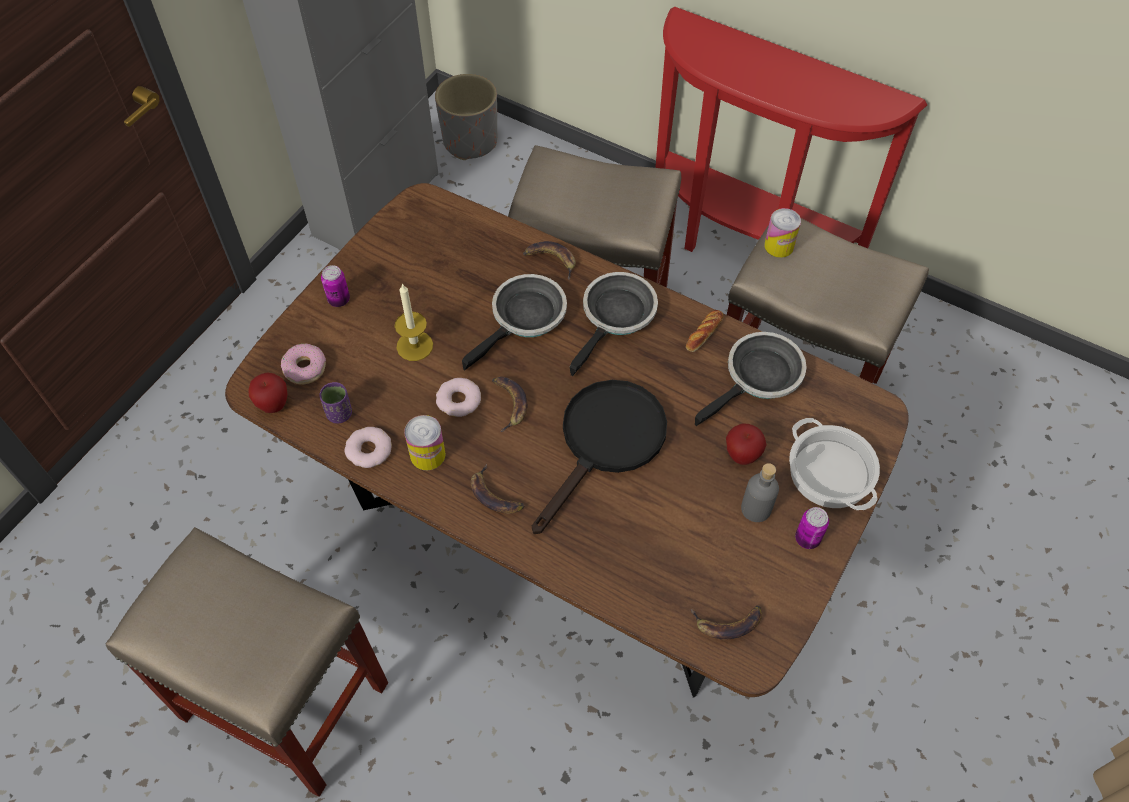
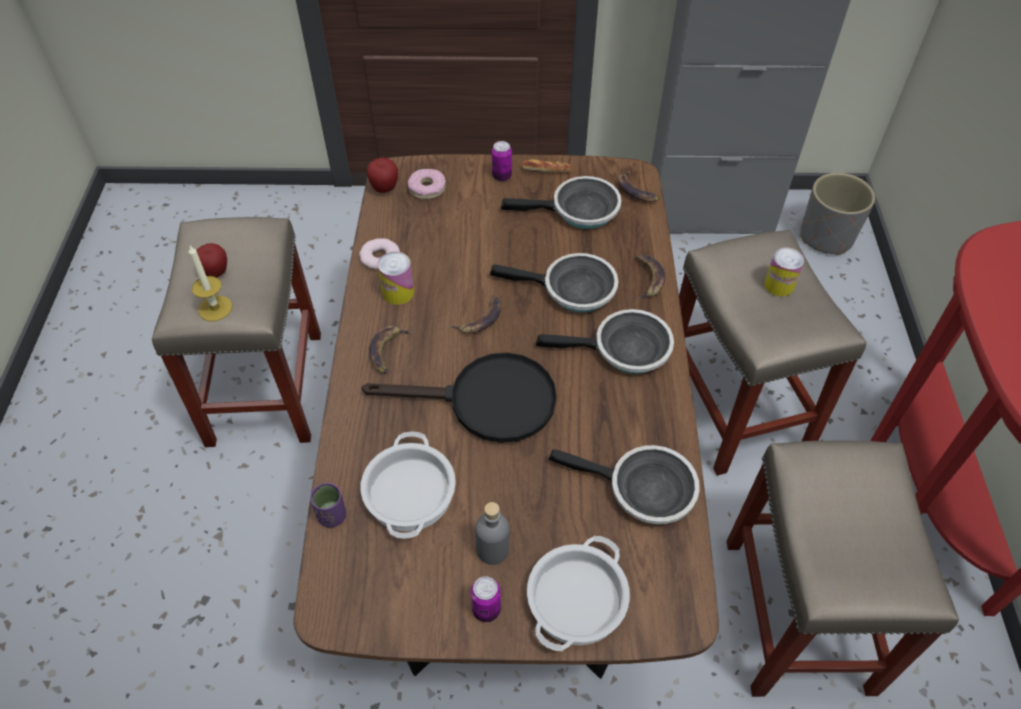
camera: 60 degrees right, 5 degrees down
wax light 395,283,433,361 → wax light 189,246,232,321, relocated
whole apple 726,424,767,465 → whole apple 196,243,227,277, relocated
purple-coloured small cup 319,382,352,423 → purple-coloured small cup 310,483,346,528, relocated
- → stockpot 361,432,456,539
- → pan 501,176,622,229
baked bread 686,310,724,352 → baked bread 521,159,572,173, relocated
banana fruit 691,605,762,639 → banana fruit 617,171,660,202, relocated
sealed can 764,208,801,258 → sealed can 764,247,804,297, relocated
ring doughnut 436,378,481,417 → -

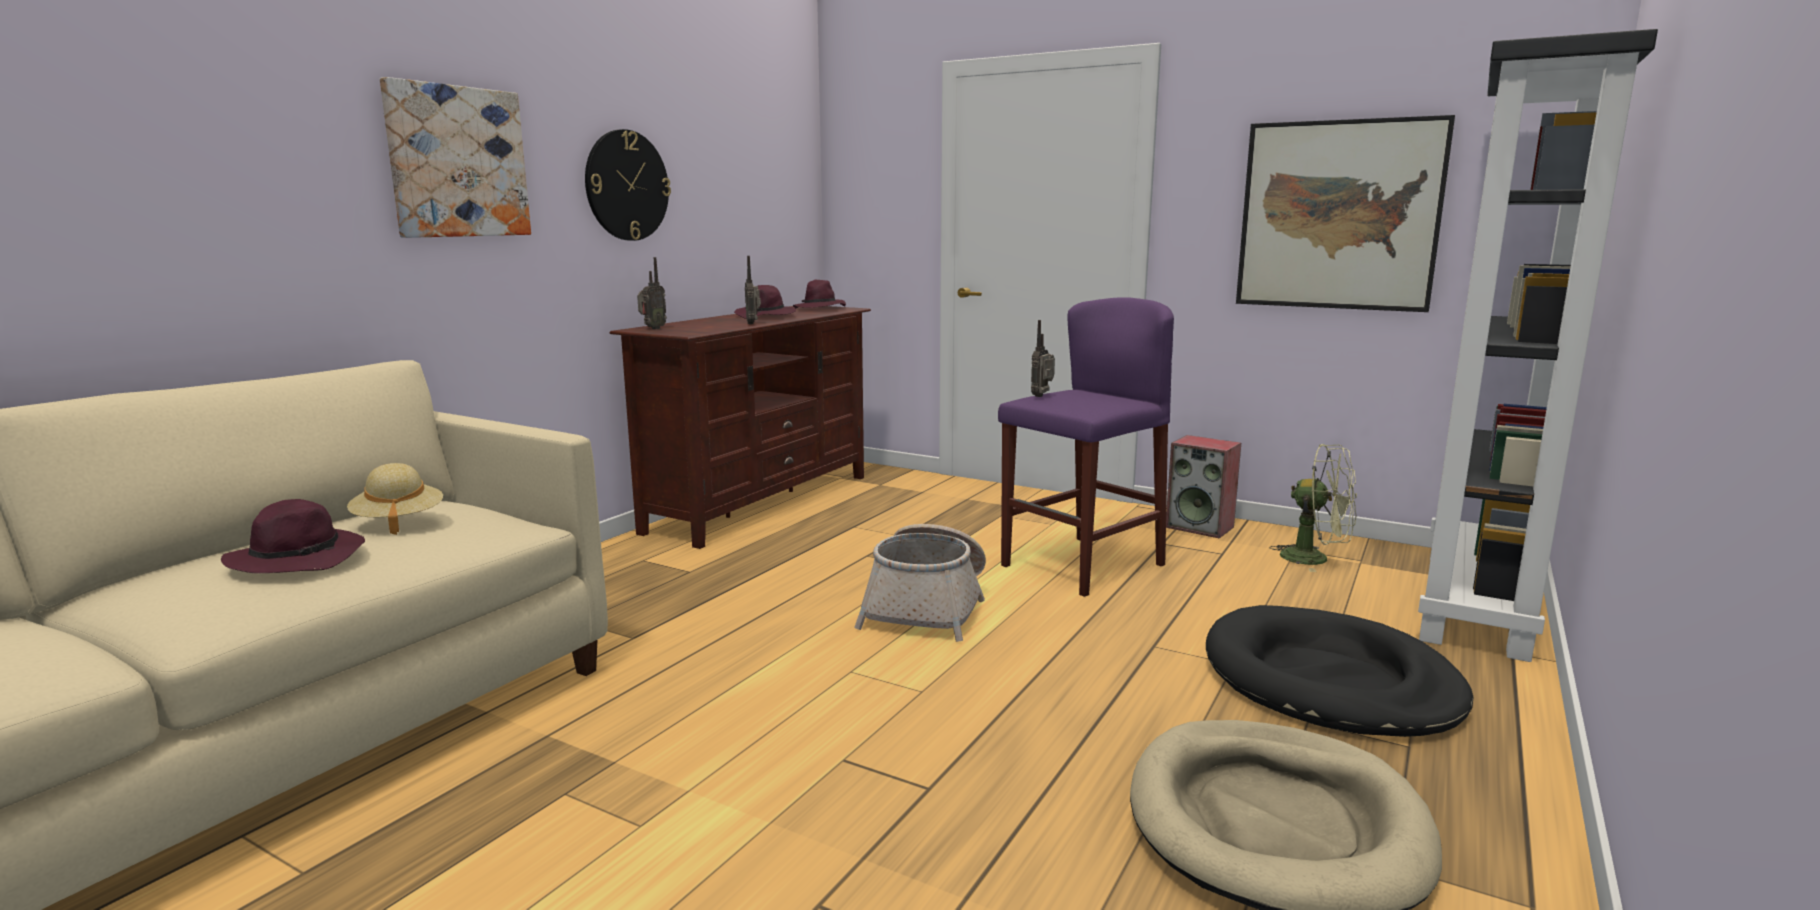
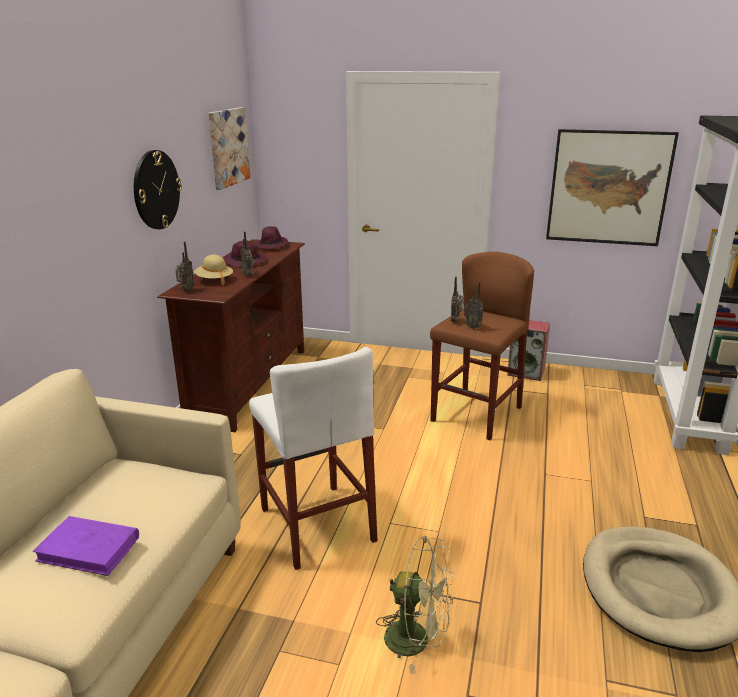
camera: 15 degrees left, 10 degrees up
purple-coloured wearable hat 221,499,365,573 → purple-coloured book 33,516,139,576
sand-coloured wearable hat 347,463,443,535 → sand-coloured wearable hat 194,255,233,285, relocated
picture 380,77,531,238 → picture 208,107,251,190, relocated
- → white-coloured stool 249,347,377,570
green fan 1270,444,1357,572 → green fan 376,536,453,674, relocated
purple-coloured stool 998,297,1174,597 → brown stool 430,252,534,440
- → radio receiver 464,282,483,329
storage basket 855,524,986,642 → -
black pet bed 1206,605,1473,737 → -

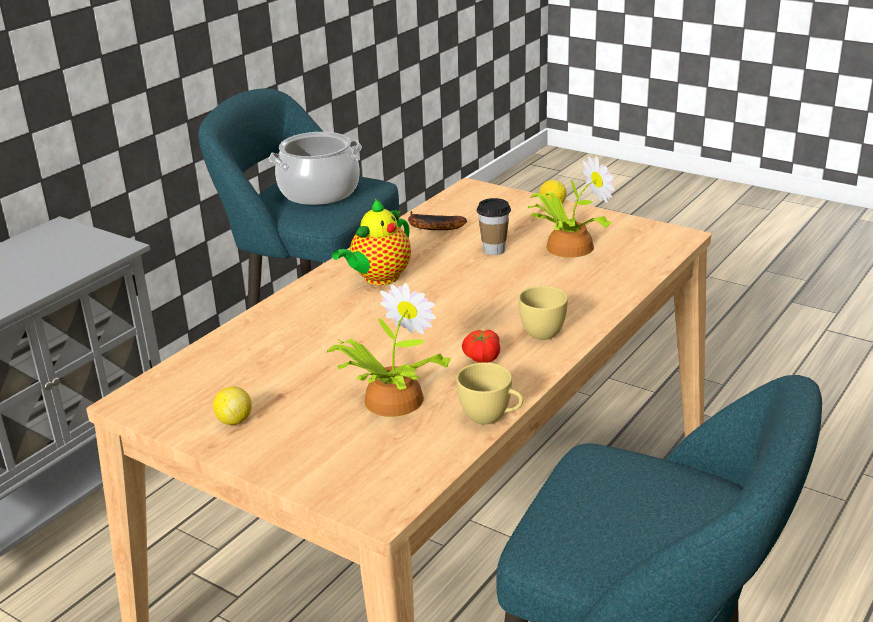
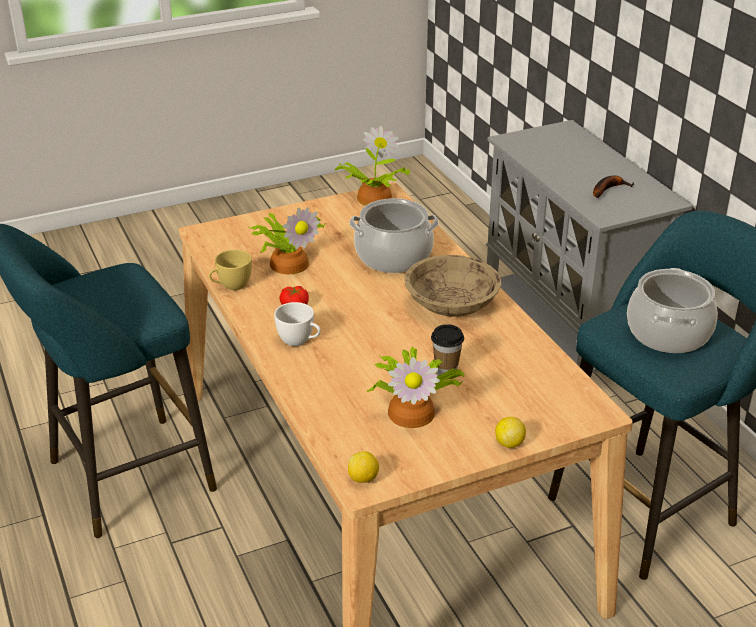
camera: 120 degrees right, 5 degrees up
yellow-coloured small cup 518,286,568,340 → white-coloured small cup 274,302,321,346
- → potted plant 334,126,410,206
whole lemon 213,386,252,425 → whole lemon 348,451,379,483, relocated
- → stockpot 349,198,439,273
pot for tea 332,199,411,285 → sand-coloured bowl 405,255,501,317
banana fruit 408,211,467,230 → banana fruit 593,176,634,198, relocated

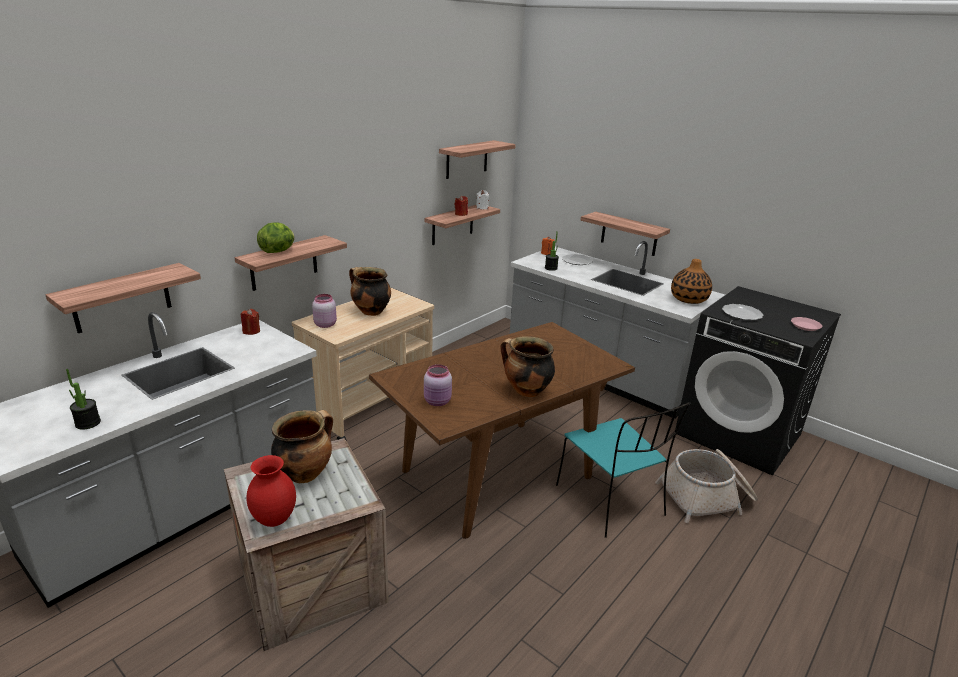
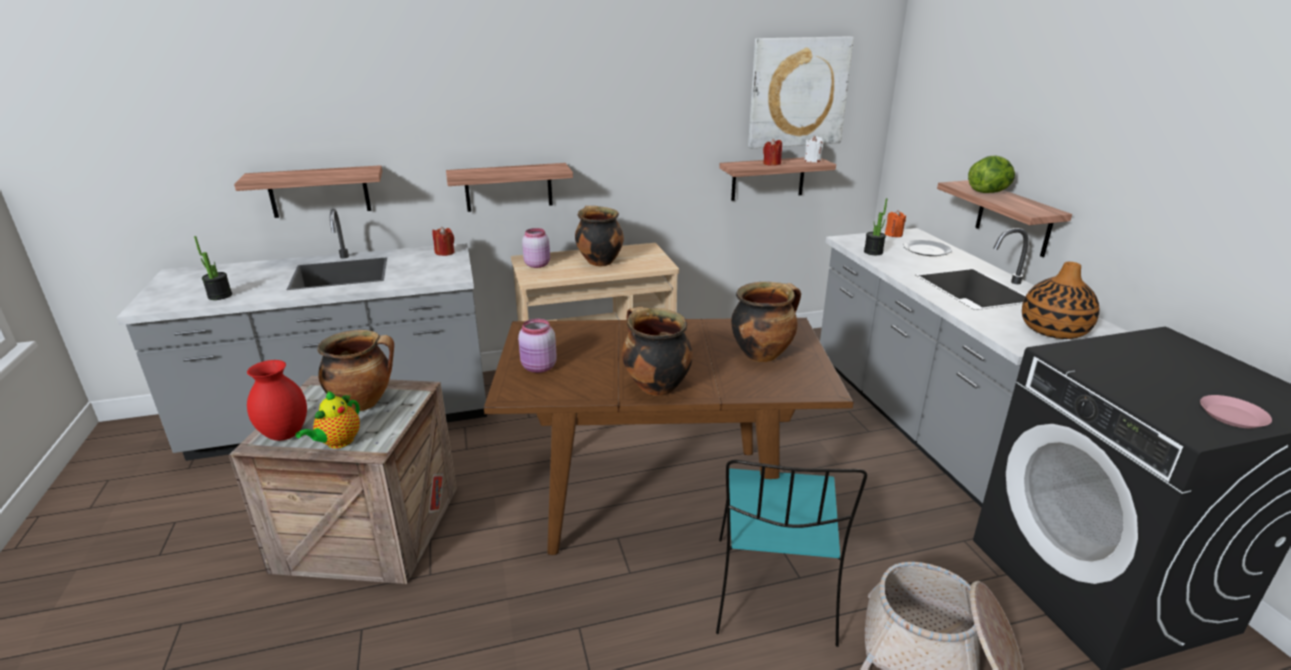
camera: 35 degrees right, 0 degrees up
- → pot for tea 295,391,360,449
- → stockpot 731,282,801,362
shelf 439,140,516,179 → picture 748,36,854,149
lettuce head 257,223,295,253 → lettuce head 968,155,1015,193, relocated
dinner plate 722,304,764,320 → -

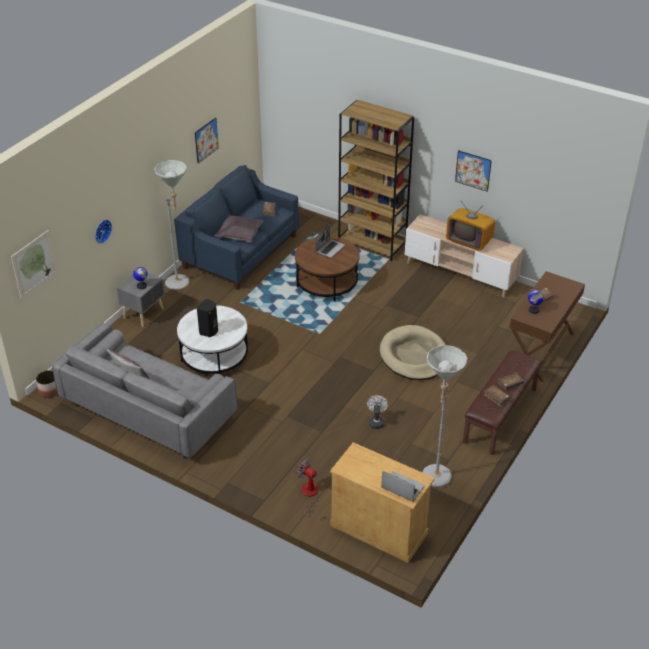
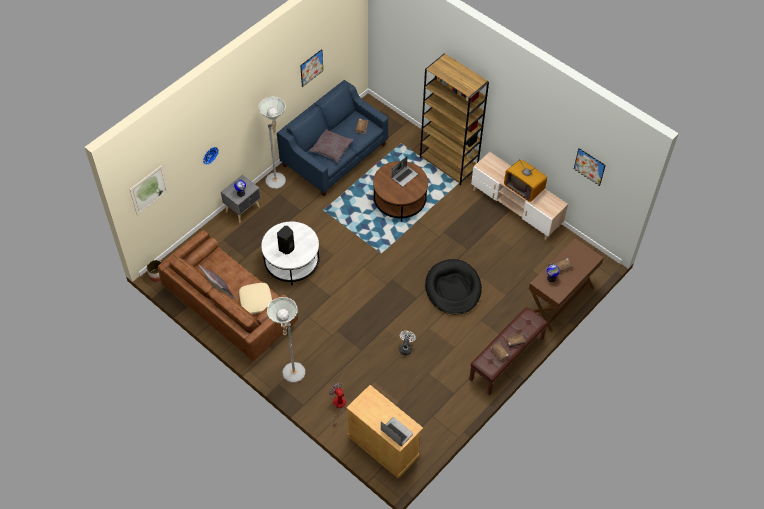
camera: 10 degrees right, 15 degrees up
greyish couch 52,323,237,459 → brown couch 158,230,298,361
- → sand-coloured pillow 239,283,272,314
greyish floor lamp 422,345,467,487 → greyish floor lamp 267,297,305,383, relocated
sand-coloured pet bed 380,325,446,380 → black pet bed 425,259,482,315
picture 455,150,492,192 → picture 574,148,606,186, relocated

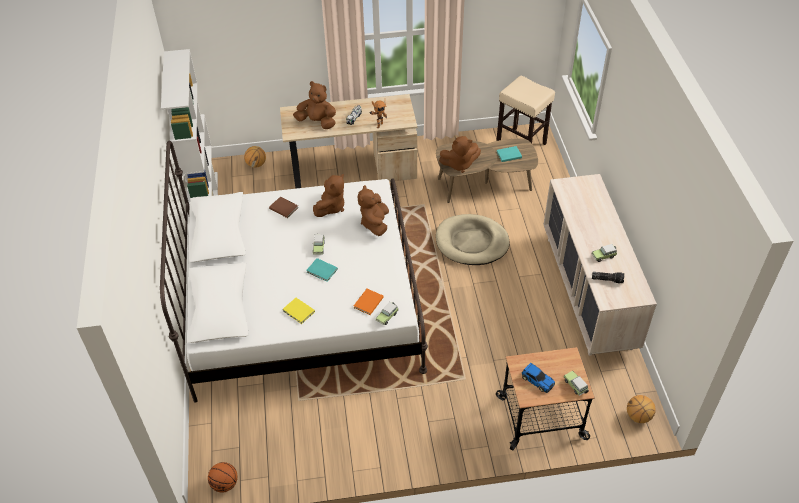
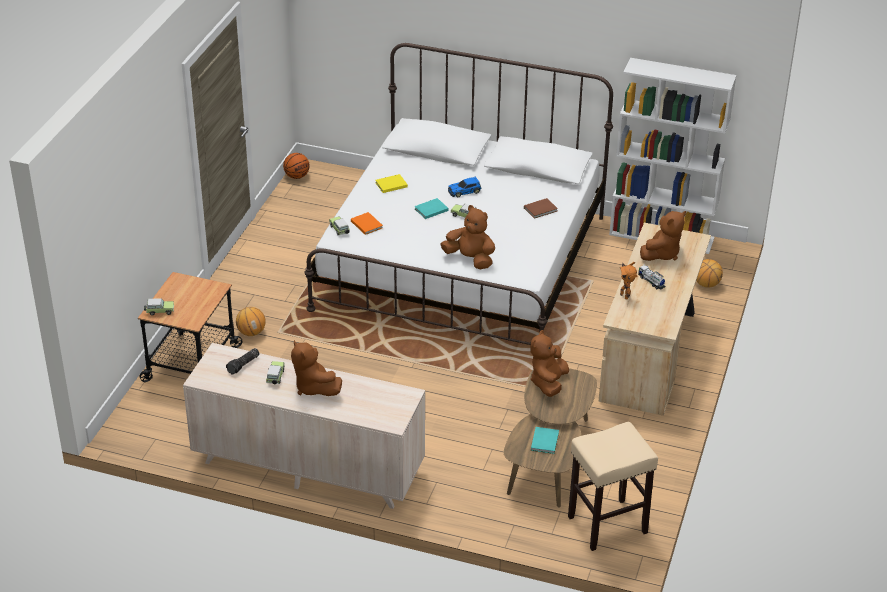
camera: 115 degrees right, 10 degrees down
ball for basketball 627,395,656,423 → ball for basketball 236,307,266,336, relocated
brown plush toy 313,174,344,217 → brown plush toy 291,340,342,396, relocated
toy car 521,363,555,393 → toy car 448,176,481,197, relocated
sand-coloured pet bed 436,214,510,265 → -

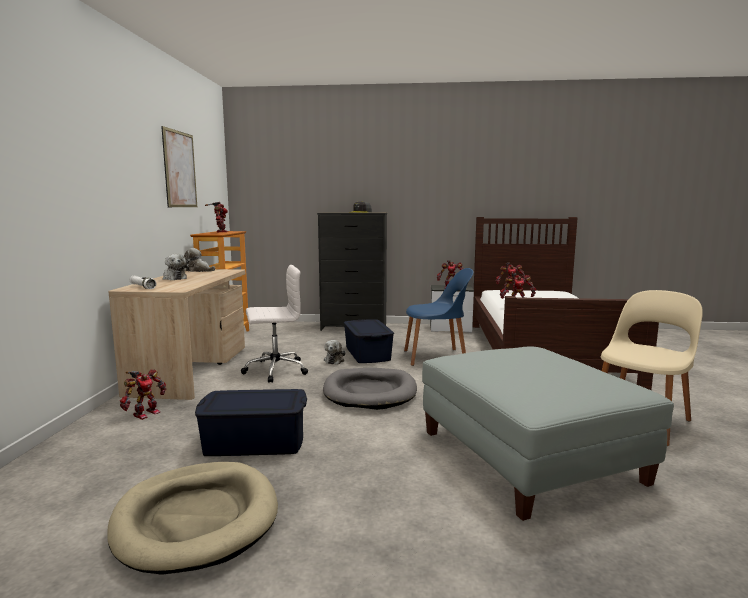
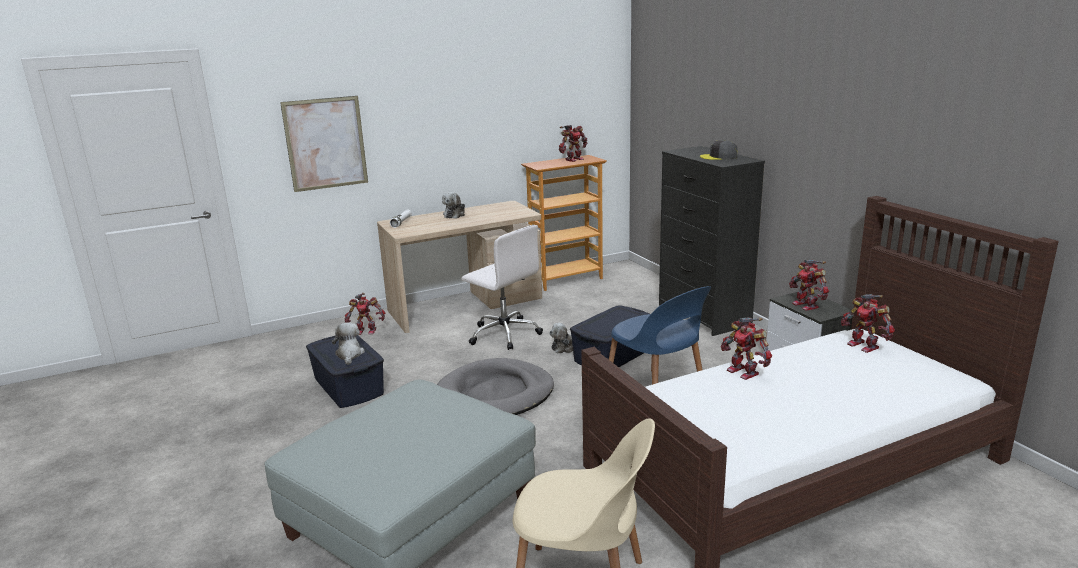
camera: 60 degrees right, 10 degrees up
picture 161,126,197,207 → picture 280,96,368,192, relocated
plush toy 184,248,215,272 → plush toy 332,323,365,365, relocated
sand-coloured pet bed 107,462,278,575 → -

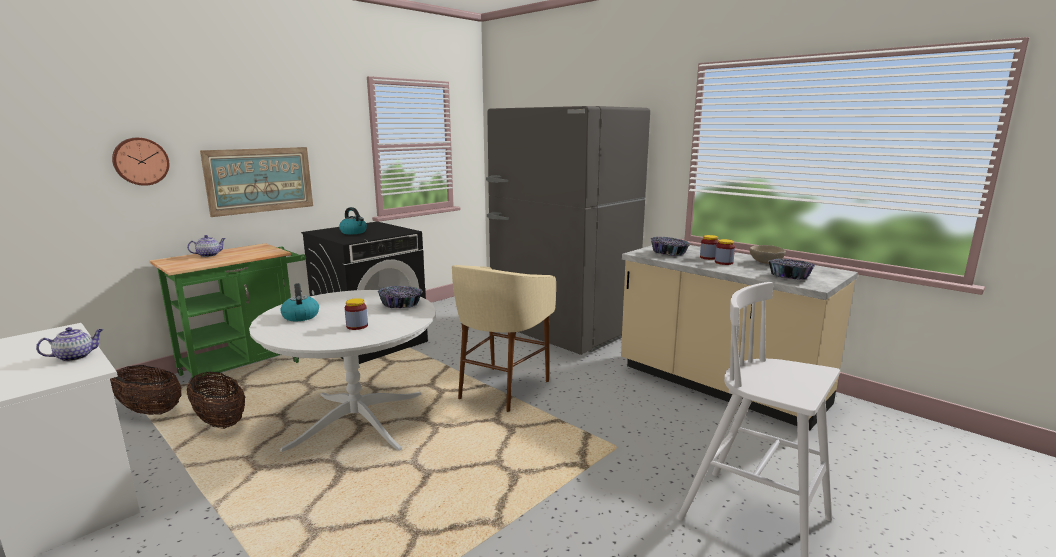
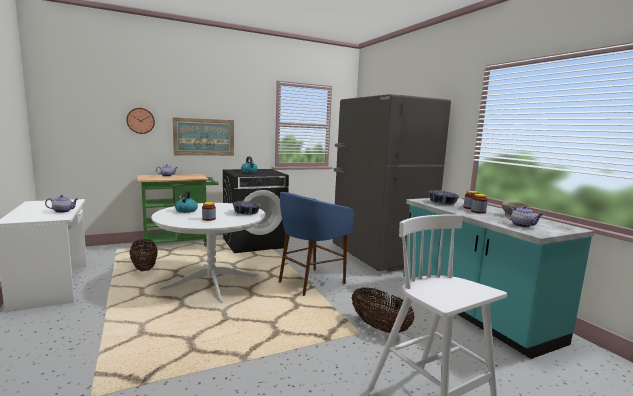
camera: 20 degrees right, 5 degrees down
sand-coloured stool 452,265,556,412 → blue stool 279,192,354,296
storage basket 110,365,182,415 → storage basket 352,287,415,333, relocated
sand-coloured kitchen counter 621,245,858,431 → blue-green kitchen counter 403,198,594,359
bowl 768,259,815,280 → pot for tea 505,206,543,228

